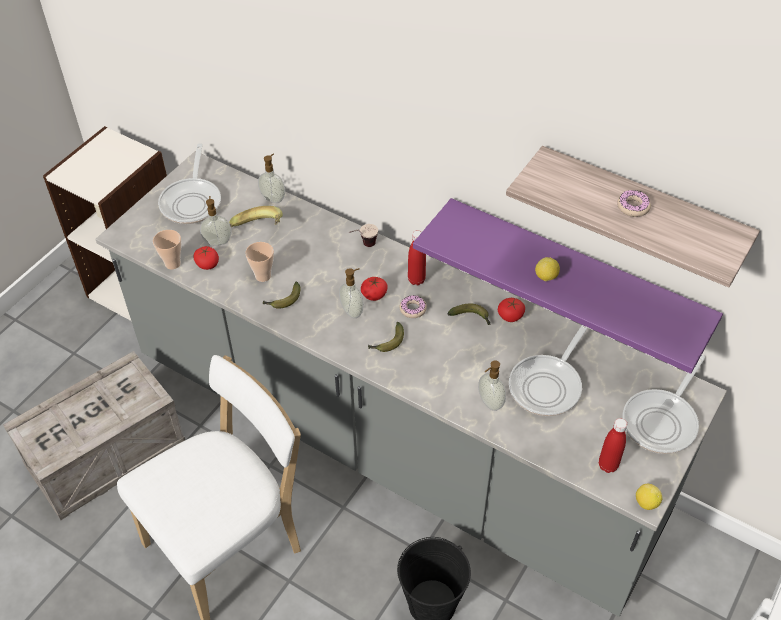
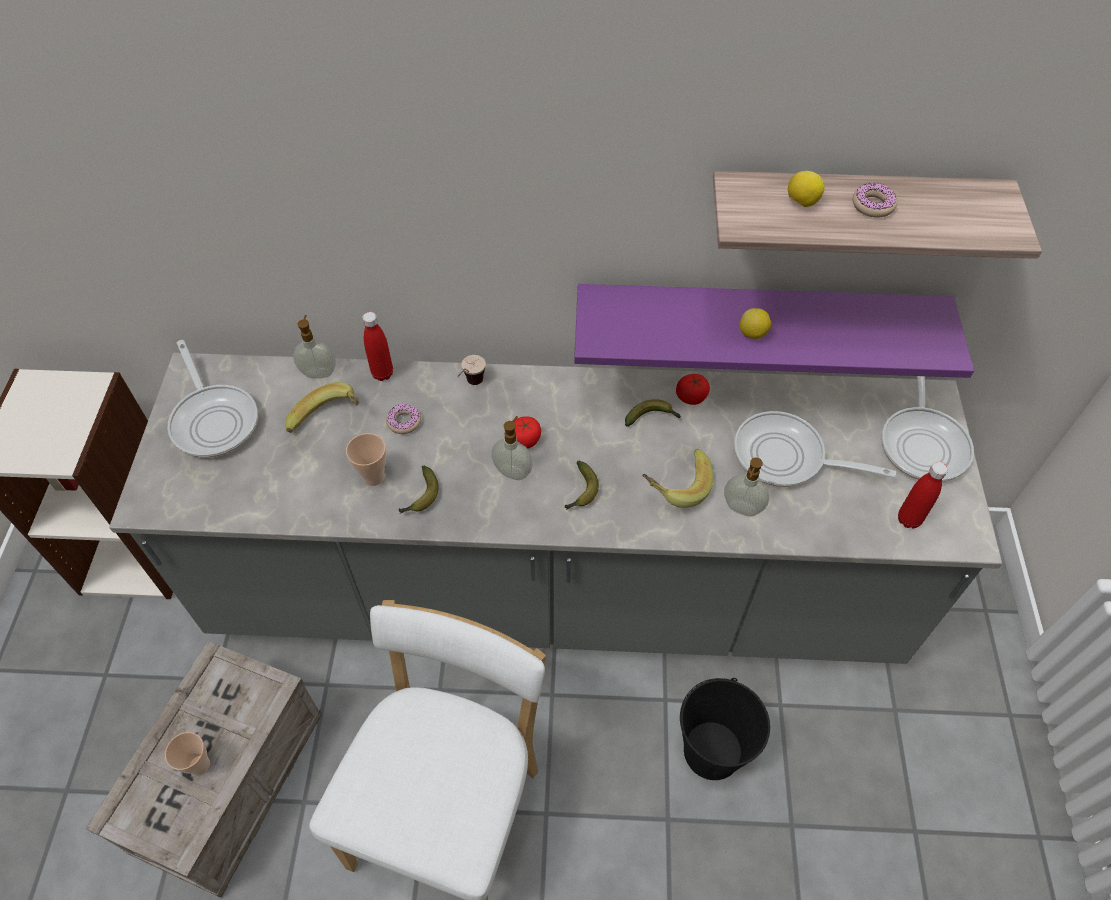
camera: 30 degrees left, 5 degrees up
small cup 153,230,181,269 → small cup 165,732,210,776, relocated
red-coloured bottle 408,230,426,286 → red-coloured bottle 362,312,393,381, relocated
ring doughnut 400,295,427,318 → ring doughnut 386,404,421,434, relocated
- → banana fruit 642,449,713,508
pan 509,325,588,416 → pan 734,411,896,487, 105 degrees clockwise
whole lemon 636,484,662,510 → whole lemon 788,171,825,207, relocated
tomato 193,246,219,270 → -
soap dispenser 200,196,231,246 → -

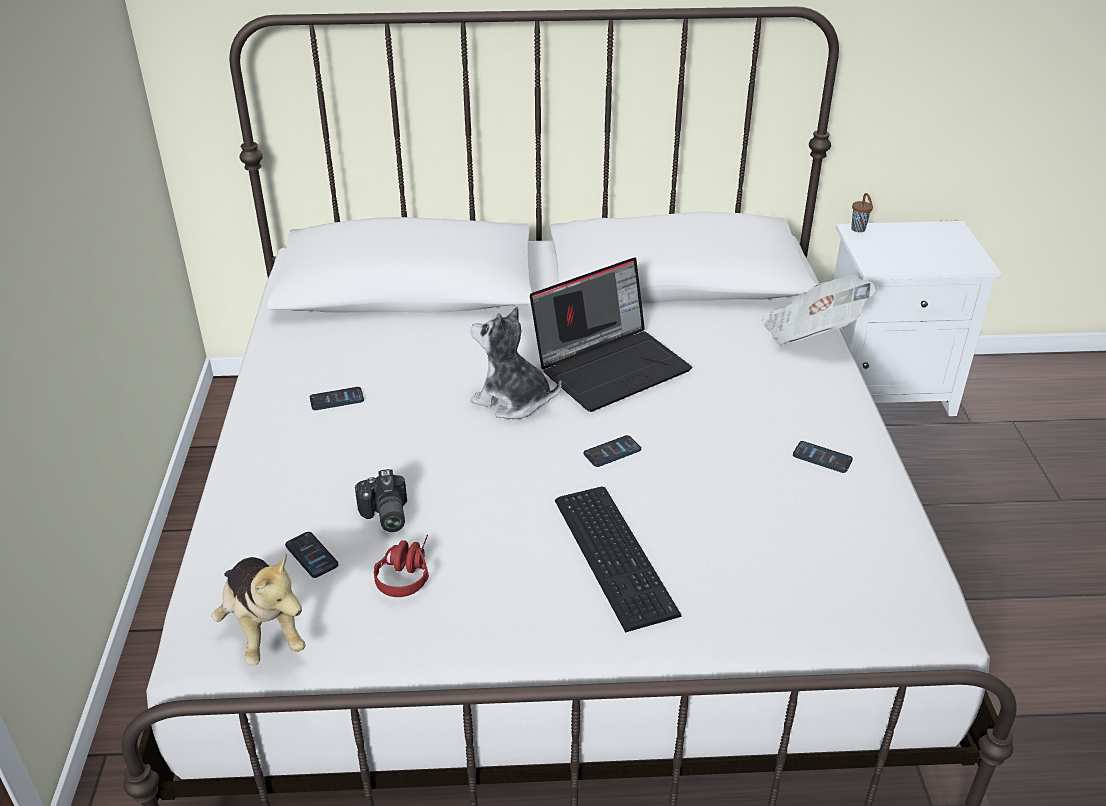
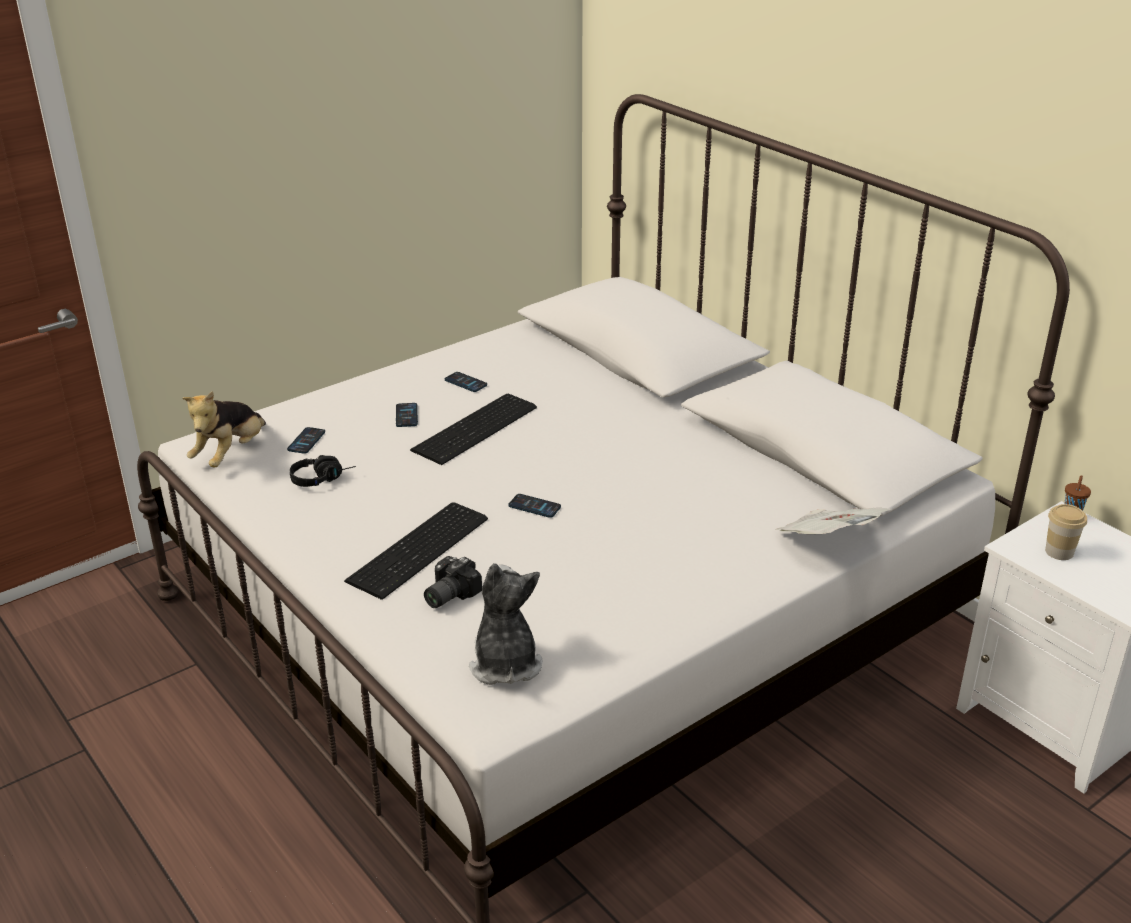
camera: 55 degrees right, 5 degrees down
red-coloured headset 374,534,429,597 → black headset 290,455,356,487
handset 793,441,853,473 → handset 396,403,418,427, relocated
- → keyboard 410,394,537,465
still camera 355,469,407,532 → still camera 424,556,482,608, relocated
plush toy 471,307,562,419 → plush toy 469,563,542,685, relocated
- → small cup 1045,504,1087,560
laptop 530,258,692,412 → -

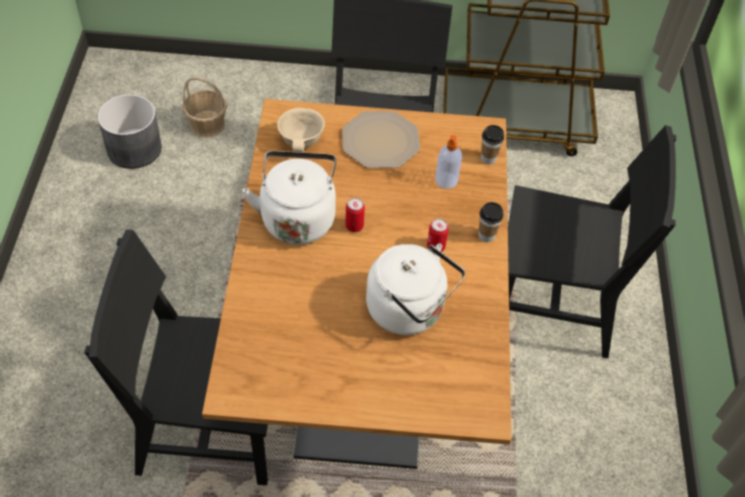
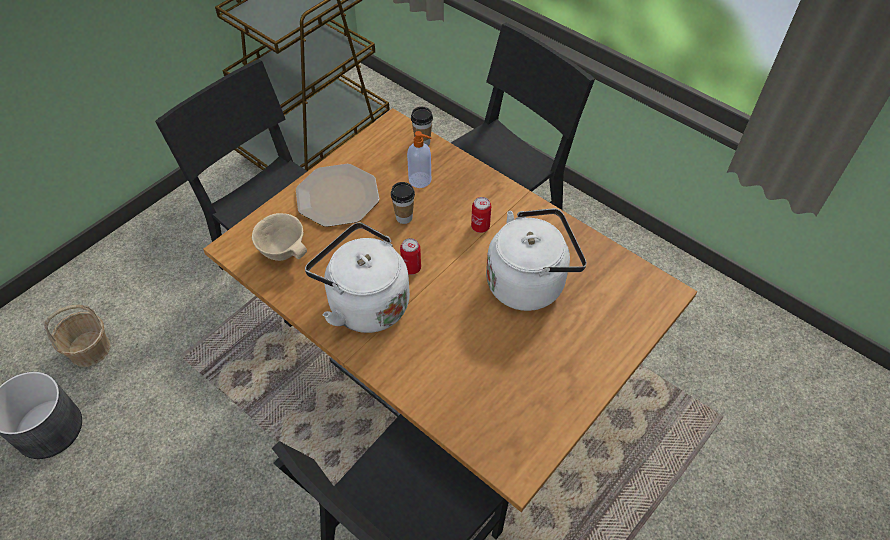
camera: 50 degrees left, 0 degrees up
small cup 479,202,504,242 → small cup 391,182,415,224, relocated

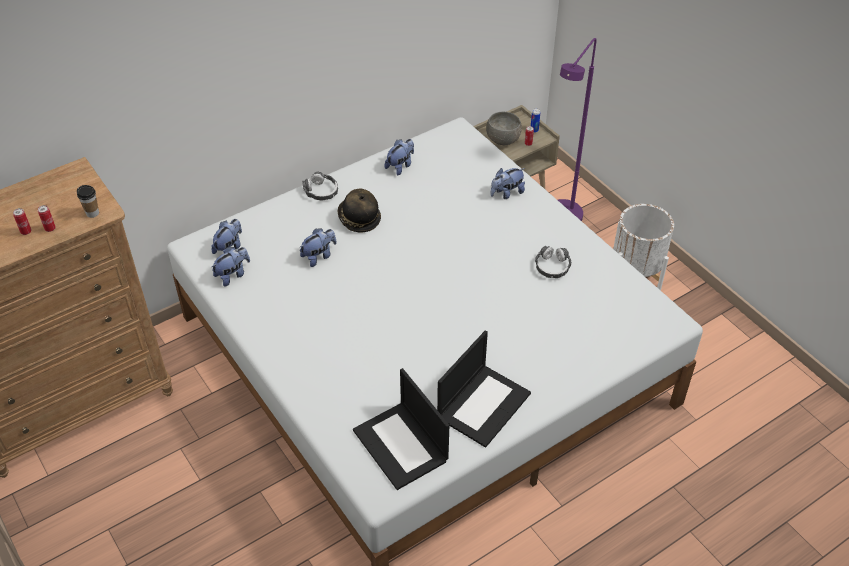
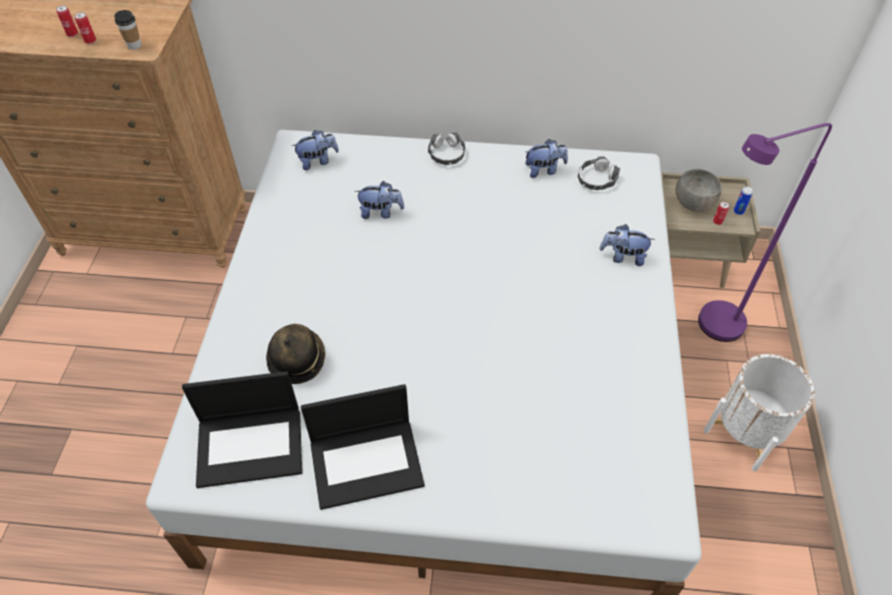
camera: 40 degrees right, 5 degrees up
laptop 353,368,449,490 → laptop 182,371,302,488, 105 degrees counterclockwise
wearable hat 338,188,381,233 → wearable hat 266,324,325,384, relocated
headset 535,245,571,278 → headset 577,157,620,190, relocated
plush toy 212,247,250,286 → -

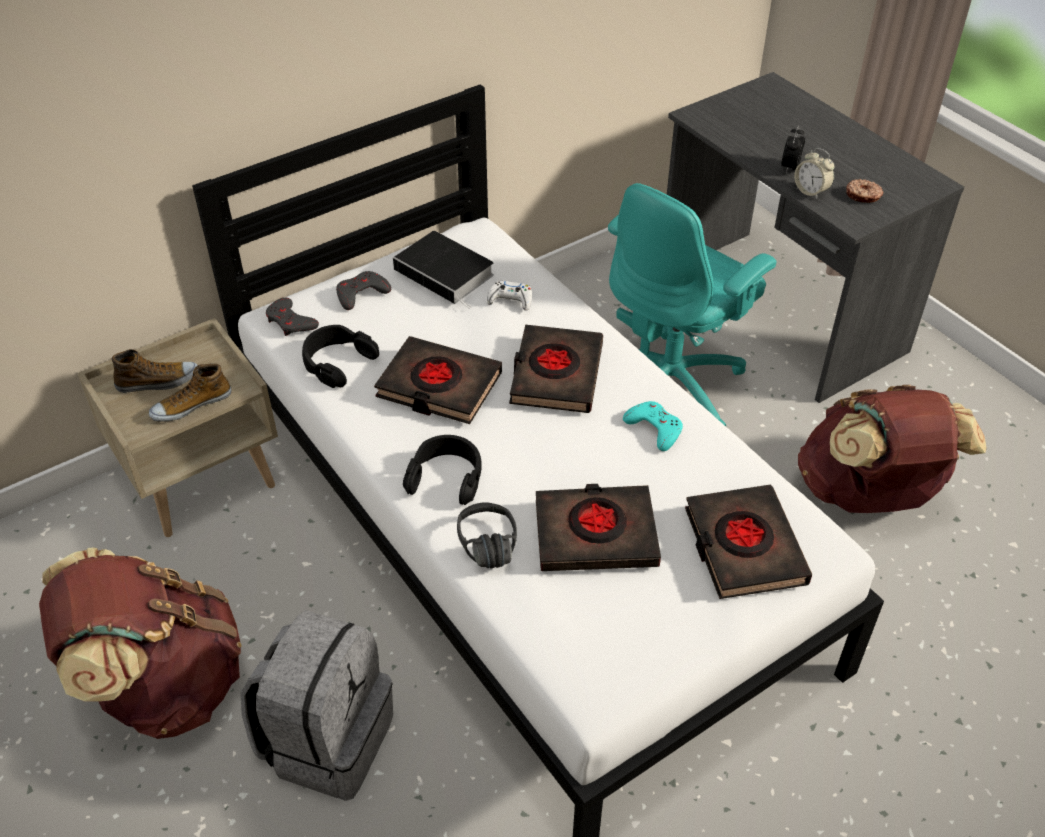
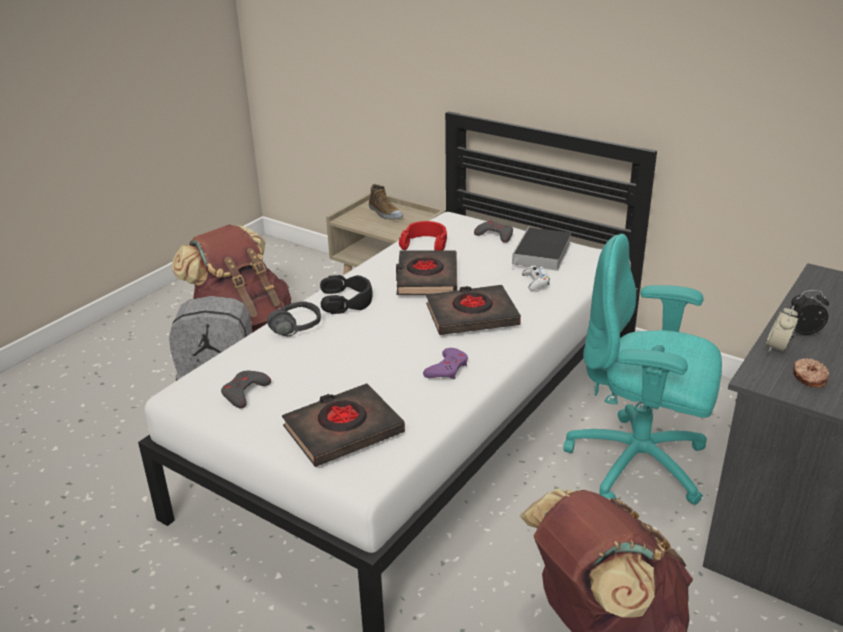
camera: 70 degrees right, 15 degrees down
greyish gamepad 266,298,319,336 → greyish gamepad 221,371,271,408, relocated
black headset 302,325,379,388 → red-coloured headset 399,221,447,251
blue-green gamepad 623,401,683,451 → purple-coloured gamepad 423,348,468,379
shoe 149,364,232,422 → -
black book 536,484,661,571 → -

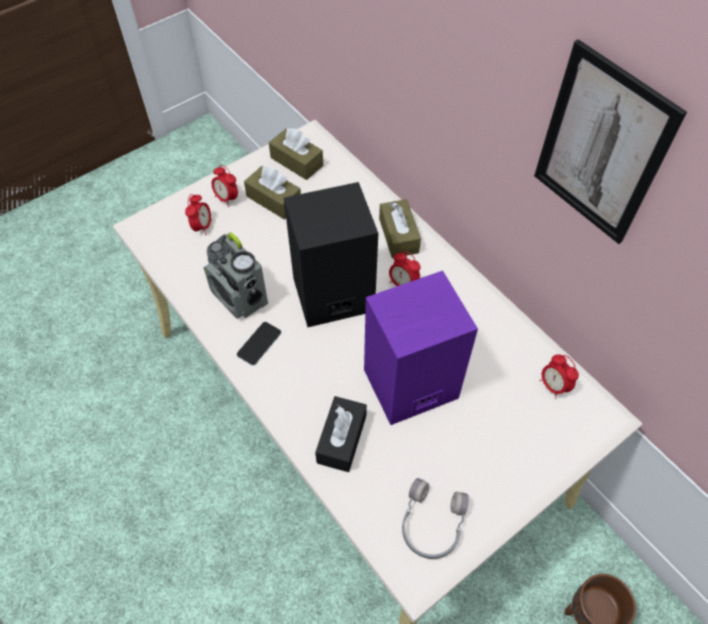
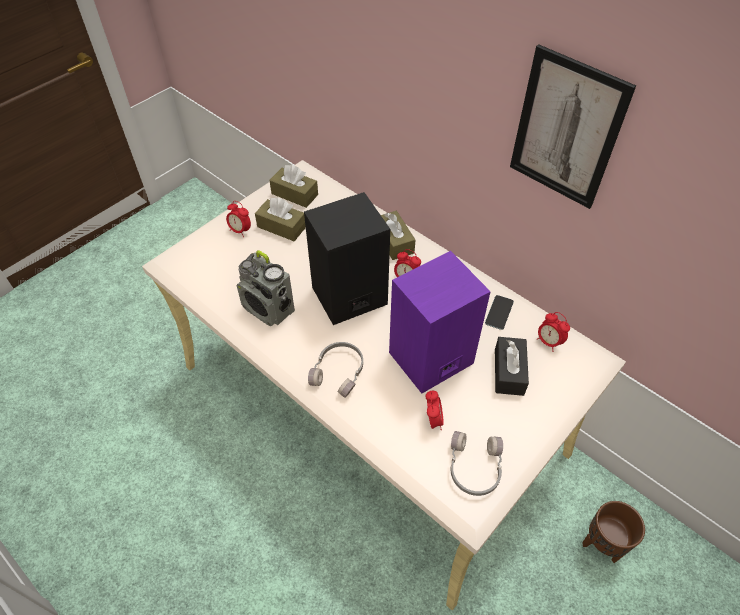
camera: 10 degrees left, 5 degrees down
- → greyish headset 308,342,363,398
table clock 185,194,212,235 → table clock 425,391,444,430, relocated
handset 237,322,281,365 → handset 485,295,514,330, relocated
black tissue box 315,396,367,472 → black tissue box 495,337,529,396, relocated

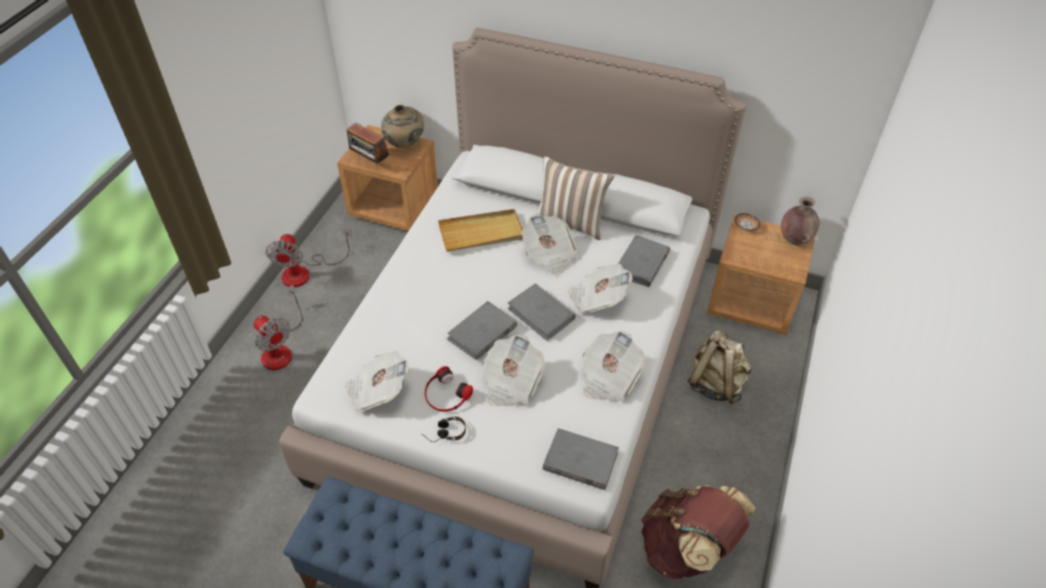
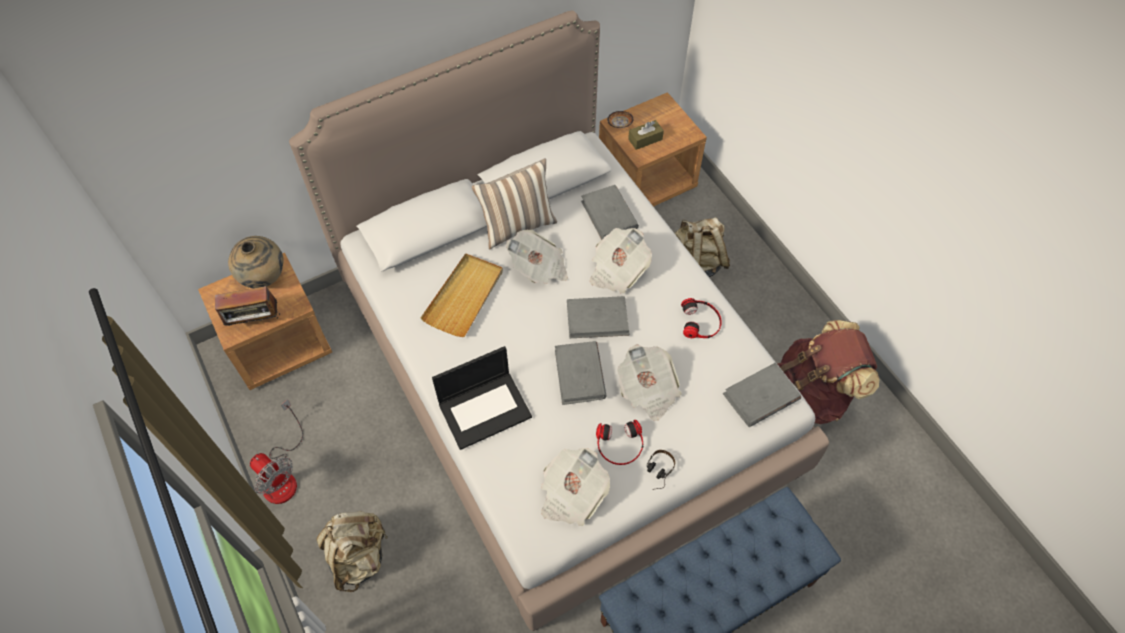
camera: 50 degrees left, 10 degrees up
fan 253,285,303,370 → sand-coloured rucksack 317,511,388,592
- → laptop 432,346,532,450
- → brown tissue box 628,120,664,150
printed paper 581,331,645,401 → headset 681,298,722,338
brown vase 781,197,820,245 → -

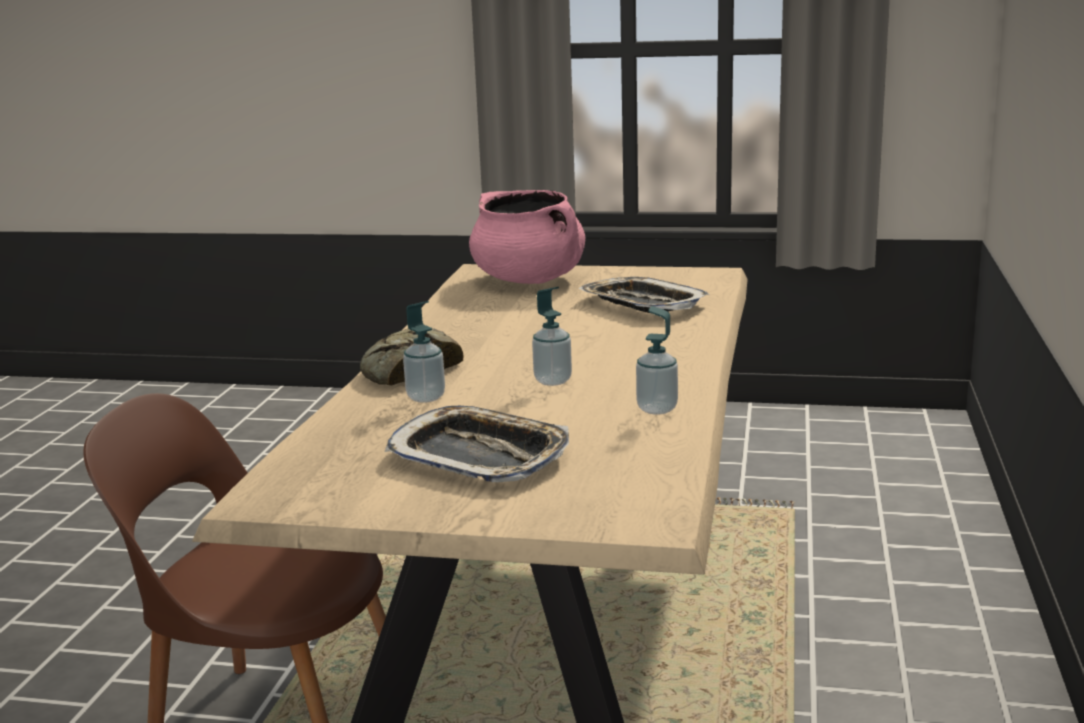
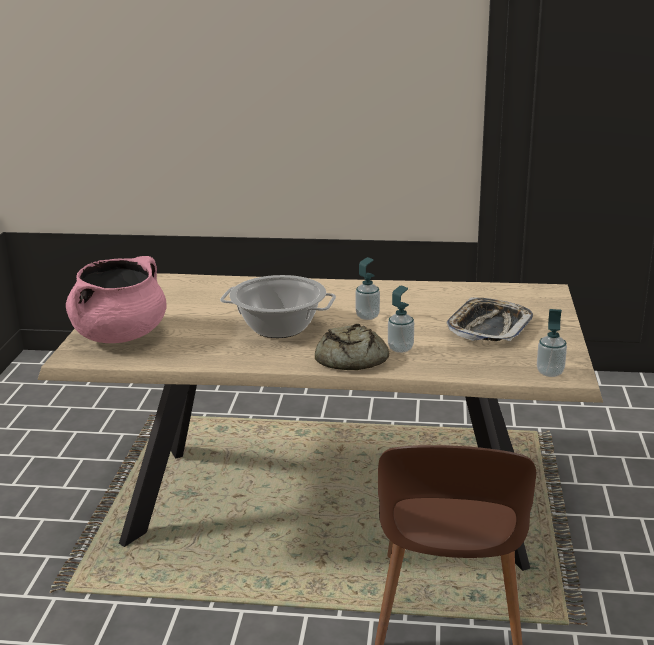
camera: 95 degrees left, 5 degrees up
- → stockpot 220,275,336,338
soap dispenser 636,306,678,414 → soap dispenser 537,309,567,377, relocated
tray 579,277,709,313 → -

